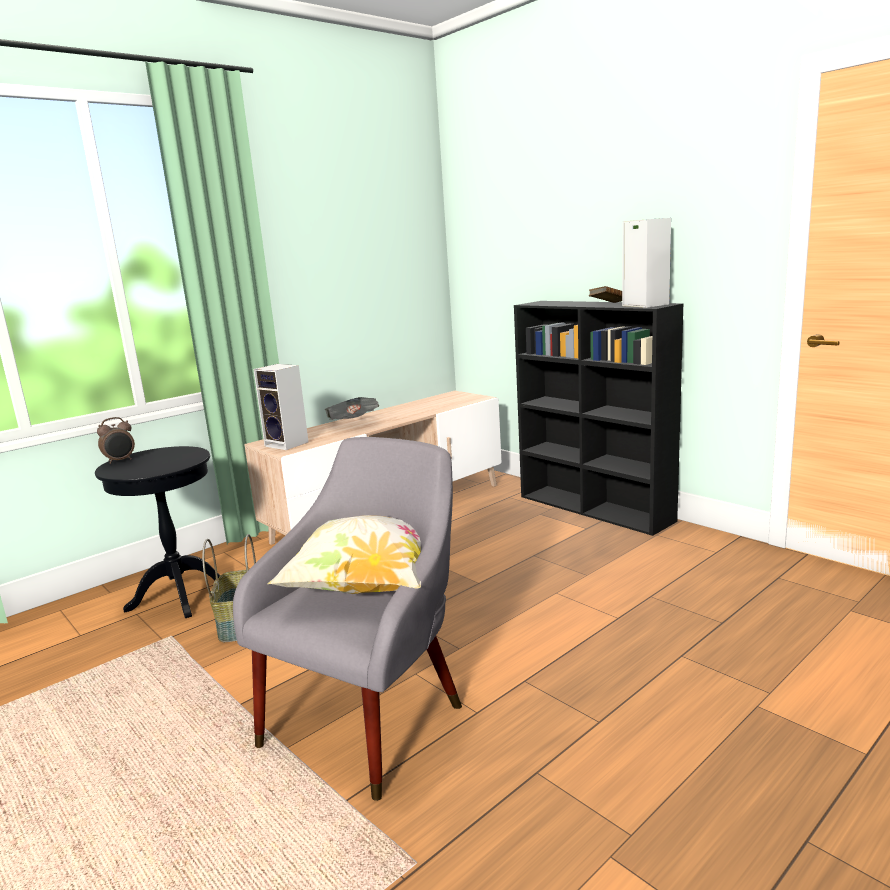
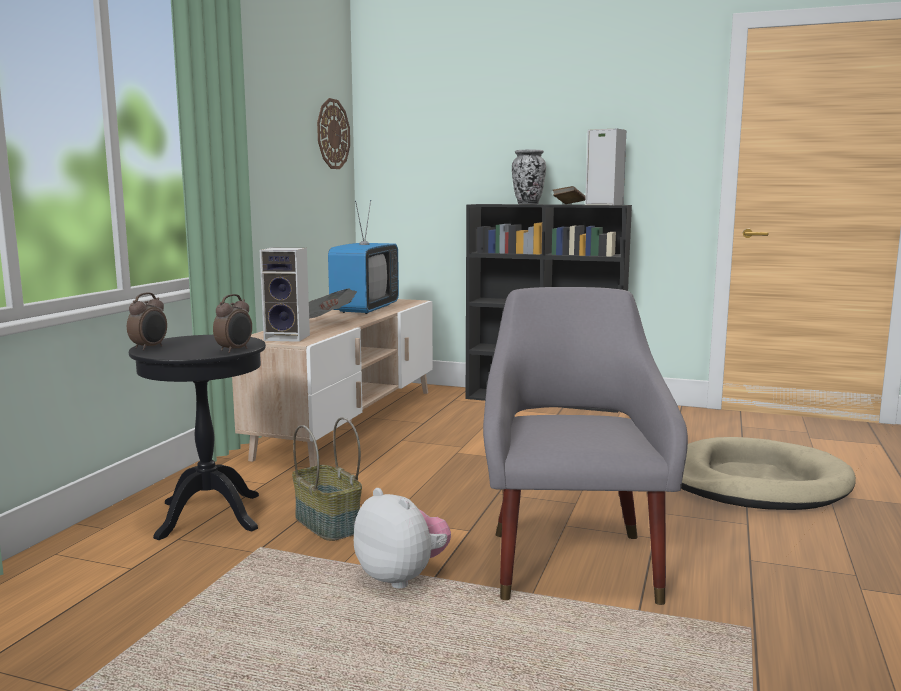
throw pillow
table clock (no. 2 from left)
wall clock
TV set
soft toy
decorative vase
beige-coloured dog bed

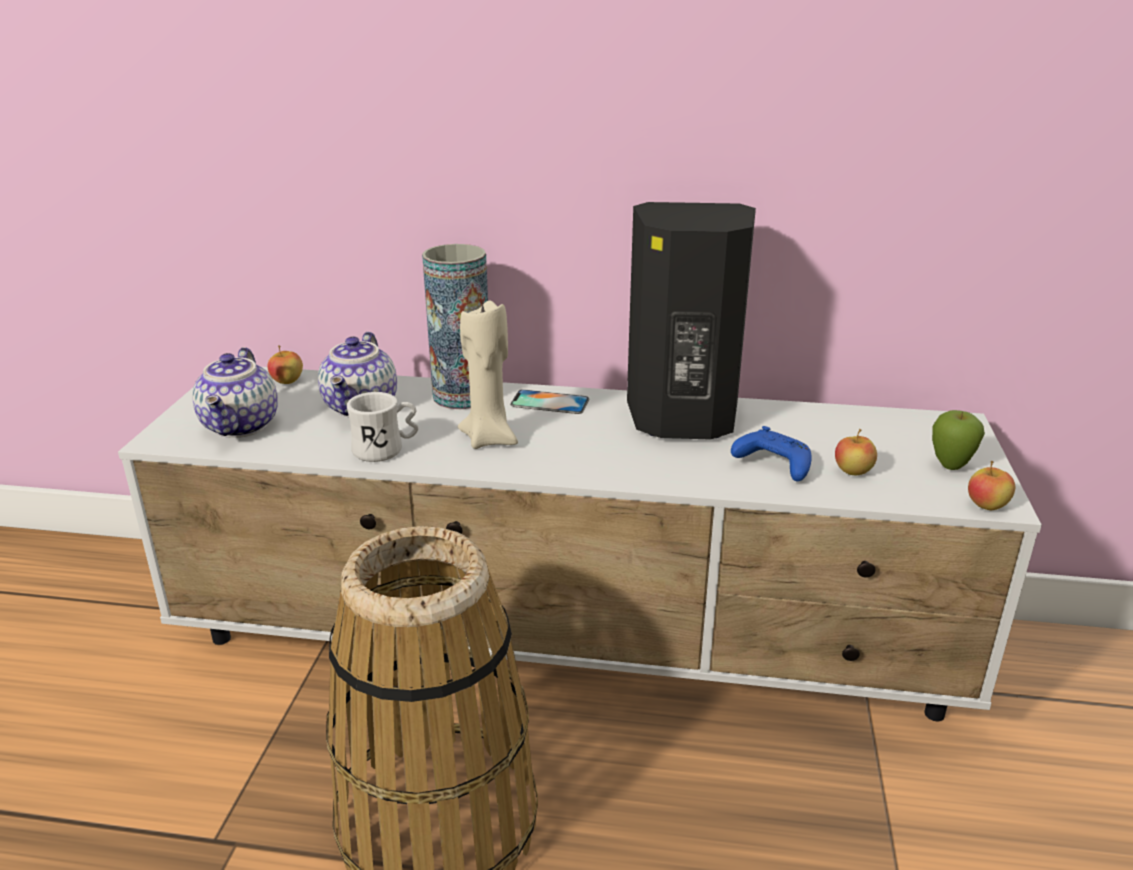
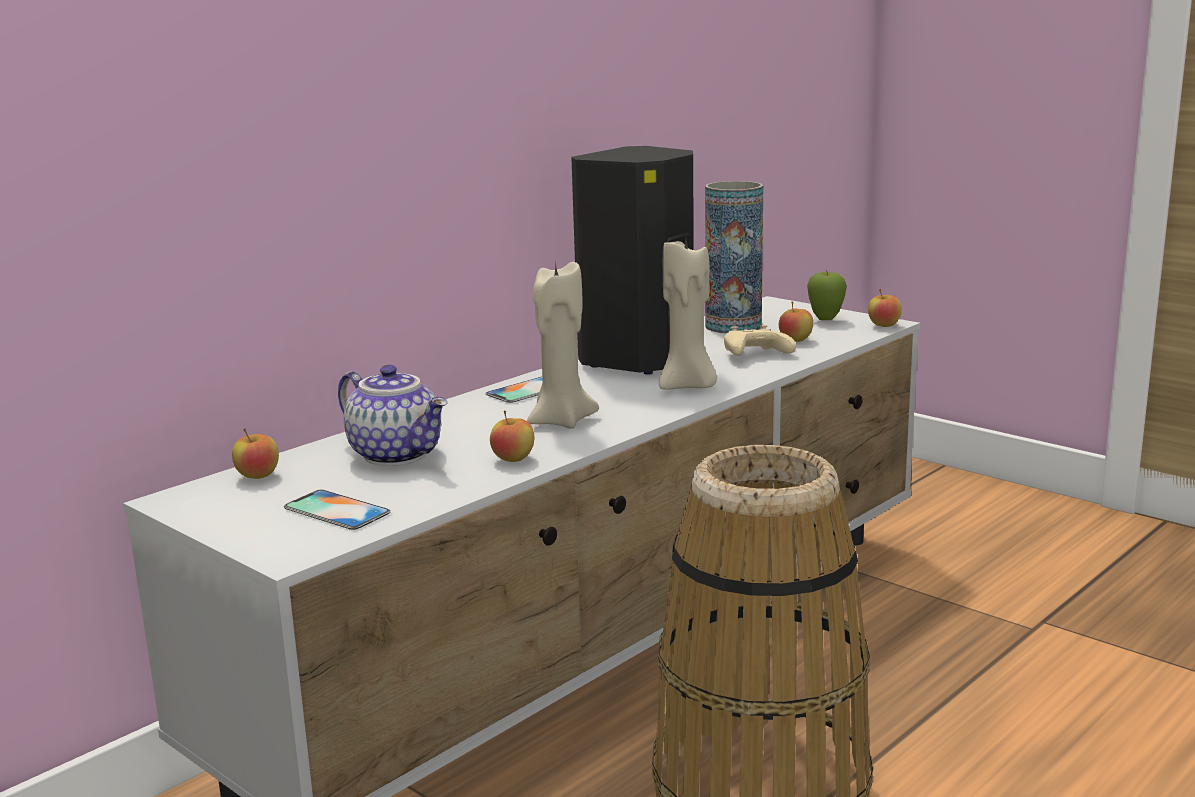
beige-coloured wax candle (no. 2 from left)
decorative vase
phone (no. 1 from left)
apple (no. 2 from left)
beige-coloured game controller

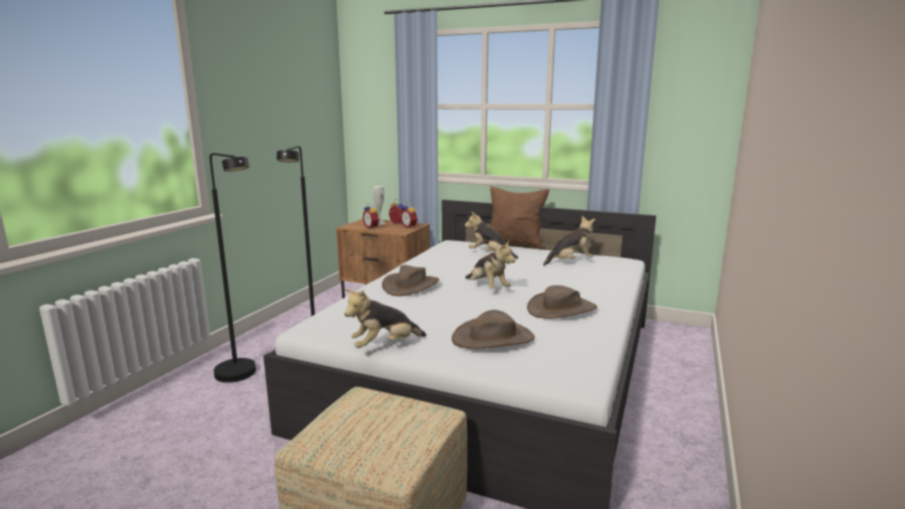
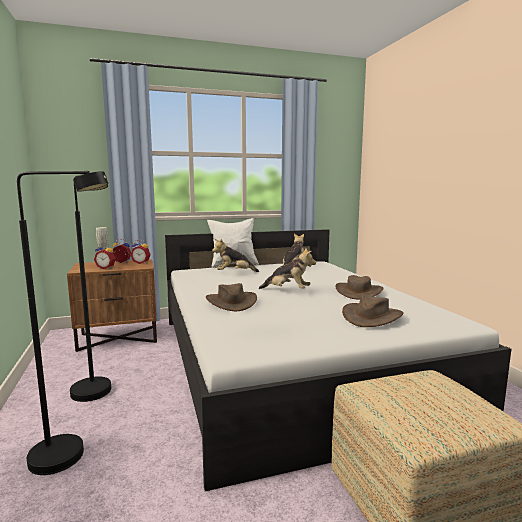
soft toy (no. 1 from left in the first image)
white throw pillow

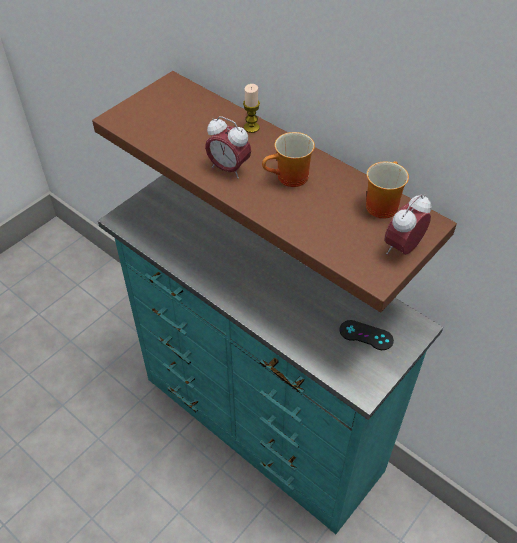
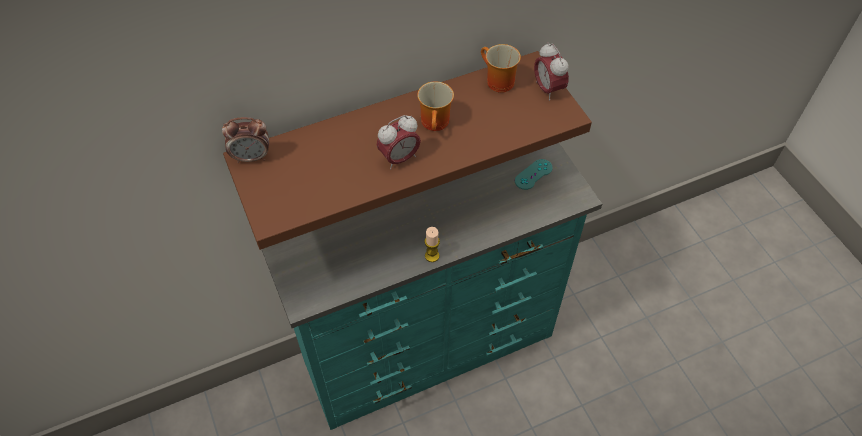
table clock (no. 1 from left)
wax candle
turquoise game controller

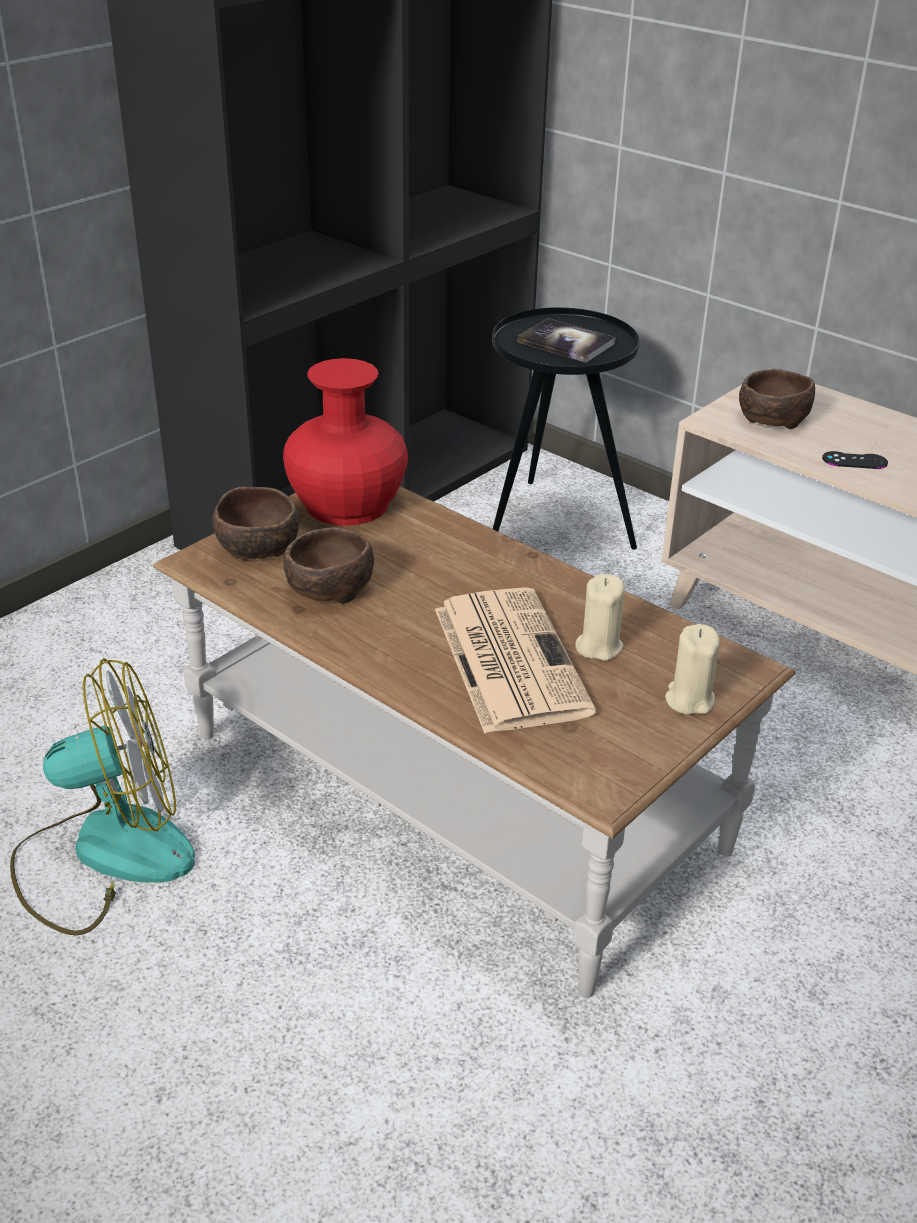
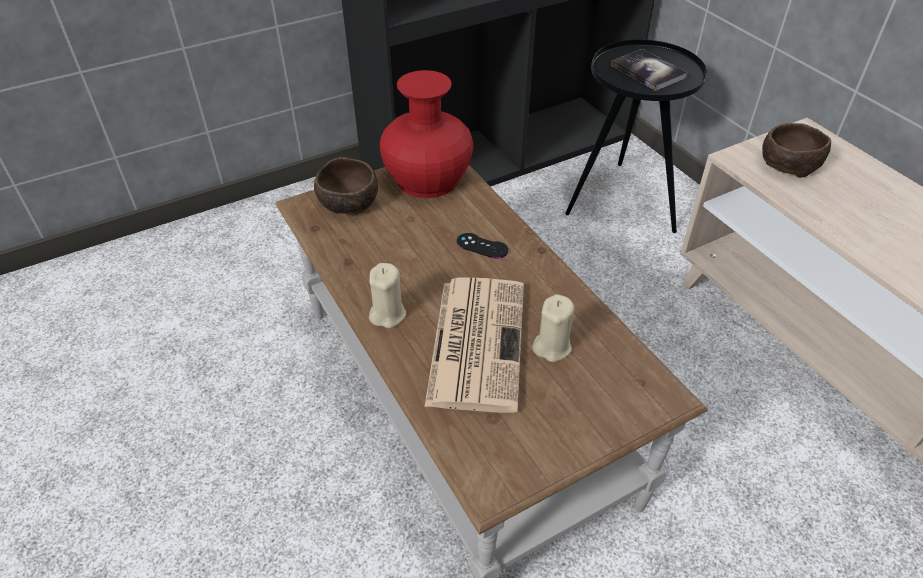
fan
brown serving bowl (no. 2 from left in the first image)
beige-coloured wax candle (no. 1 from left)
black game controller

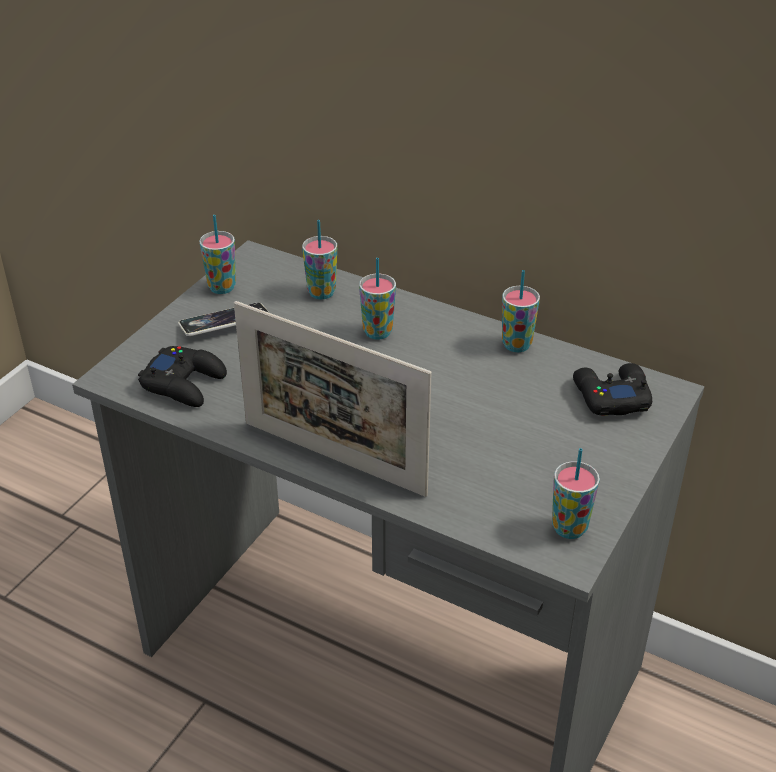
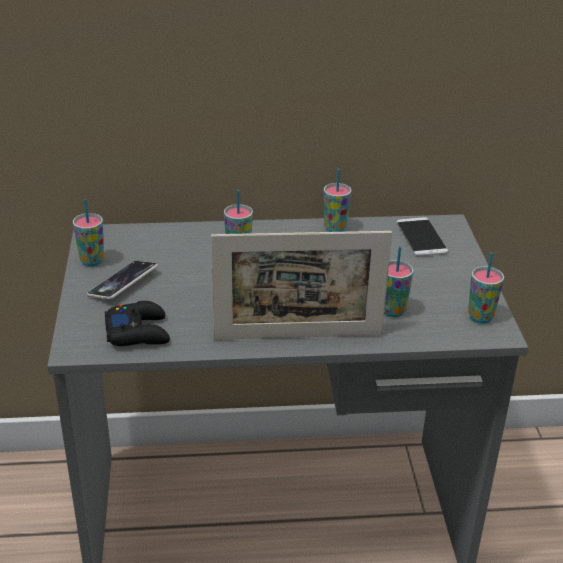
small cup (no. 4 from left)
phone (no. 2 from left)

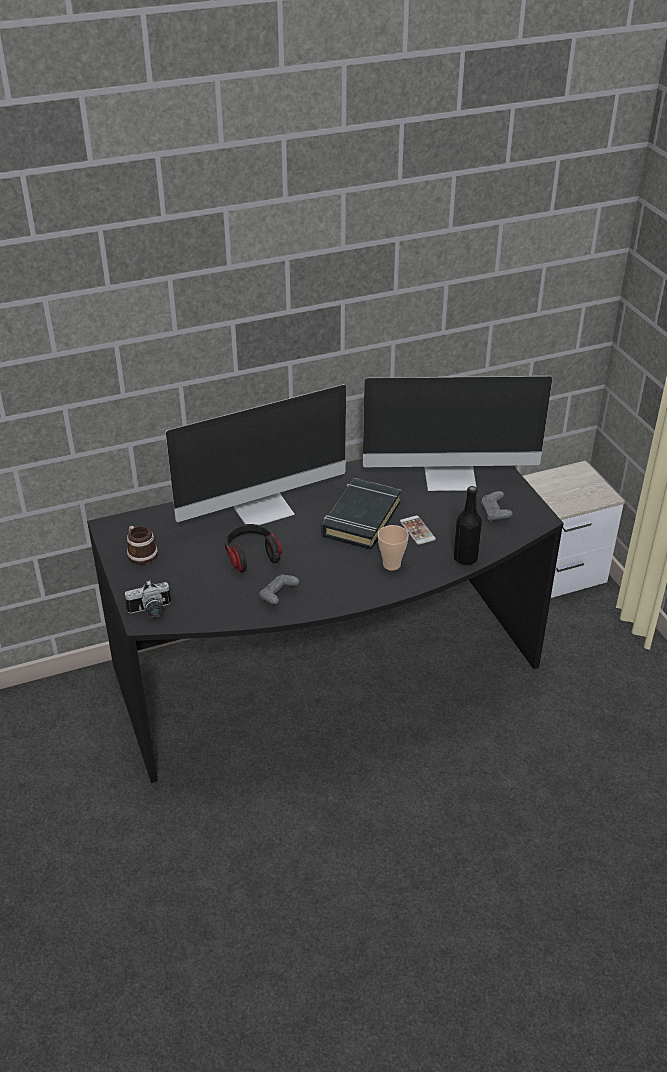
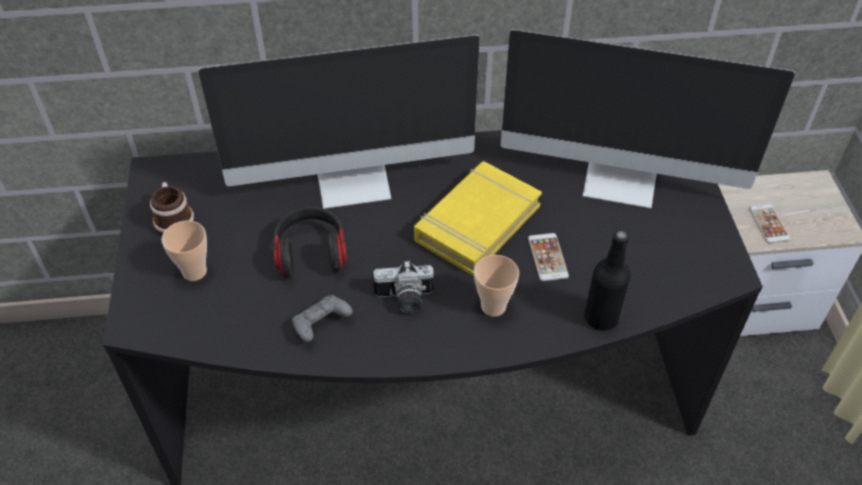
grey game controller (no. 2 from left in the first image)
small cup (no. 1 from left)
phone (no. 2 from left)
still camera
yellowish book

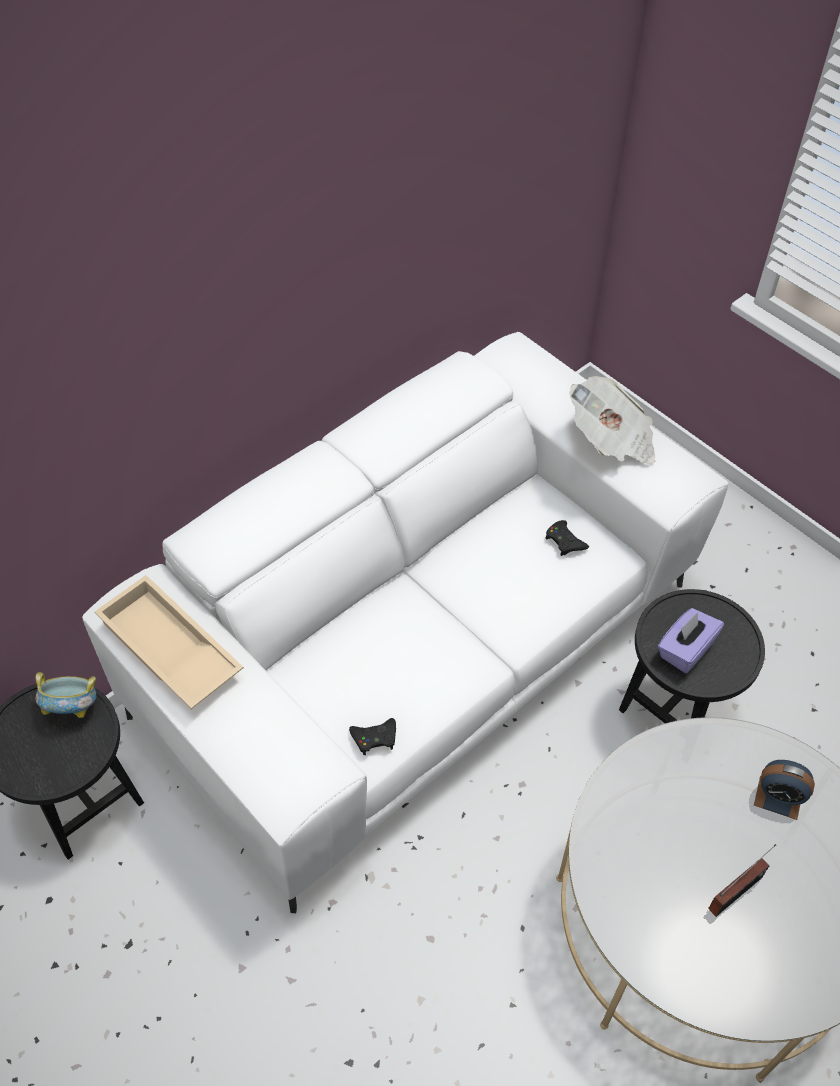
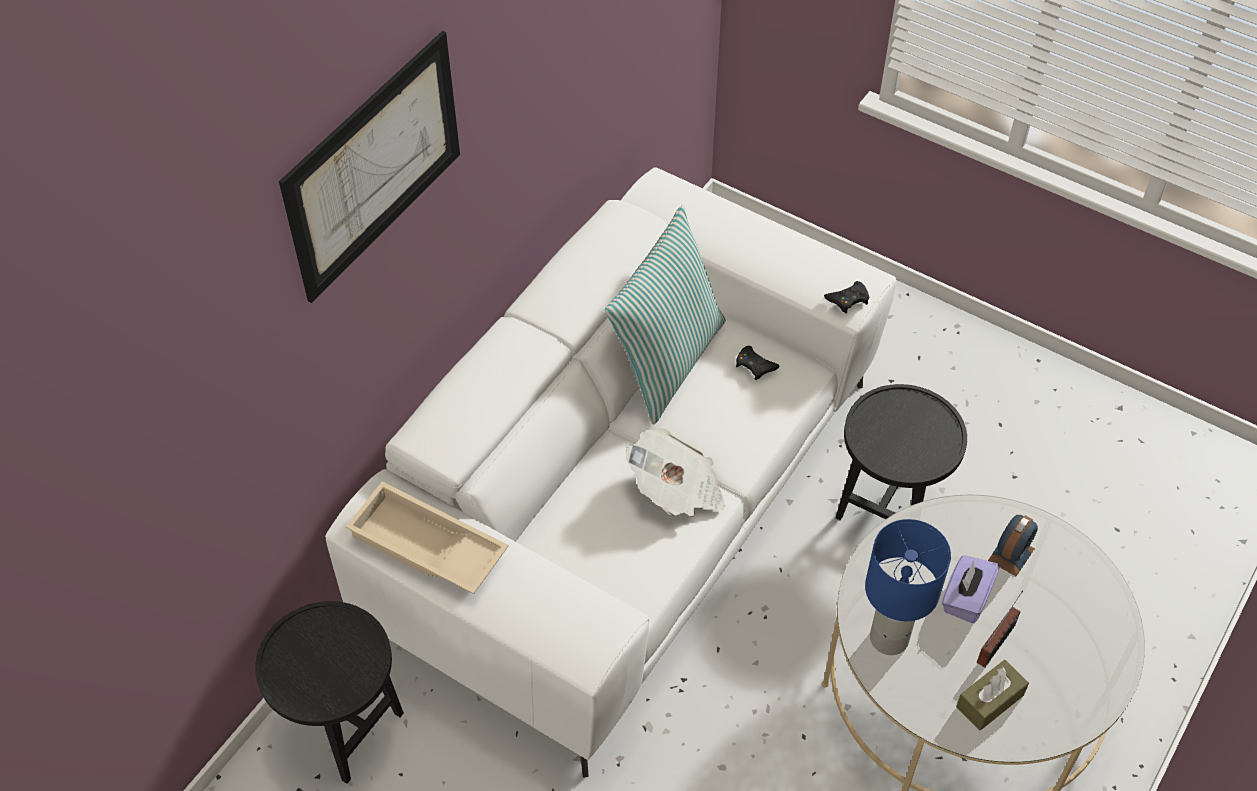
serving bowl
wall art
throw pillow
bluish tabletop lamp
brown tissue box
black game controller (no. 2 from left)
printed paper
purple tissue box
table clock

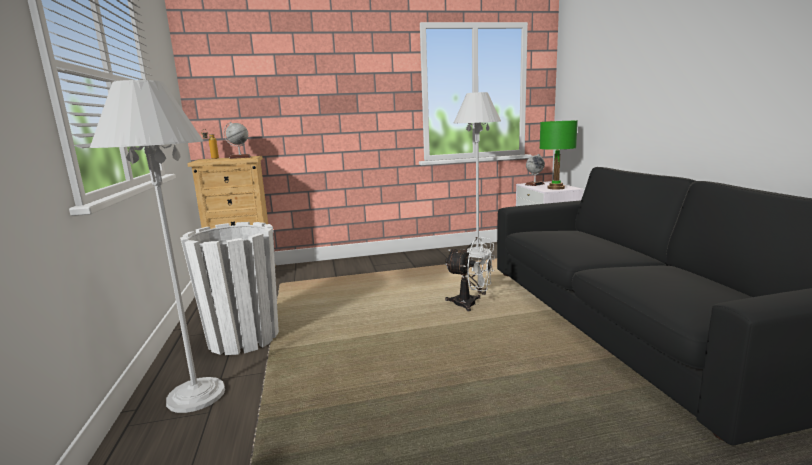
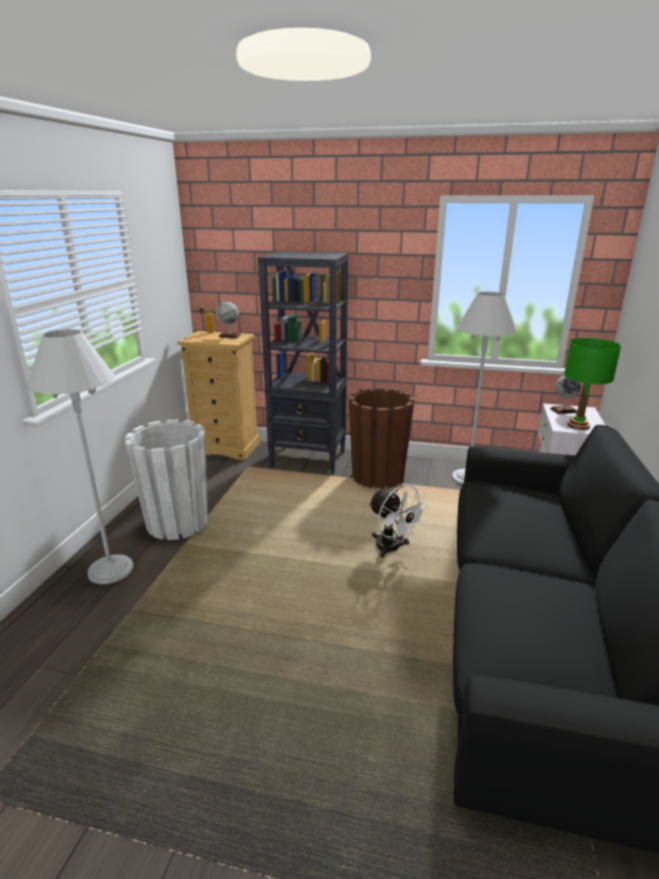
black bookcase
brown flower pot

